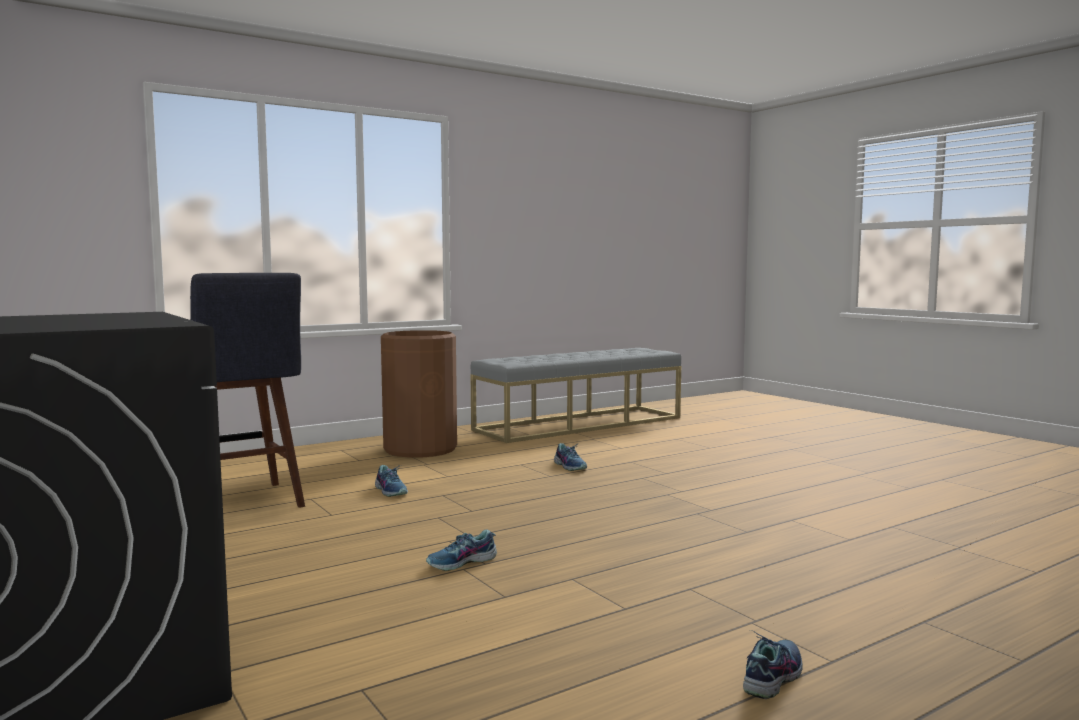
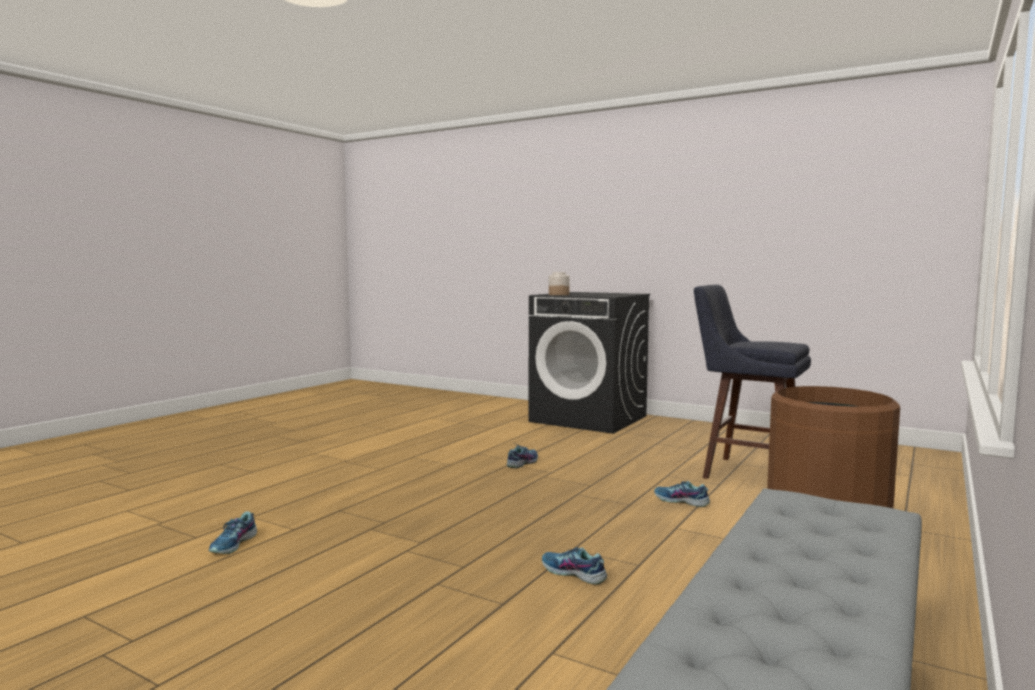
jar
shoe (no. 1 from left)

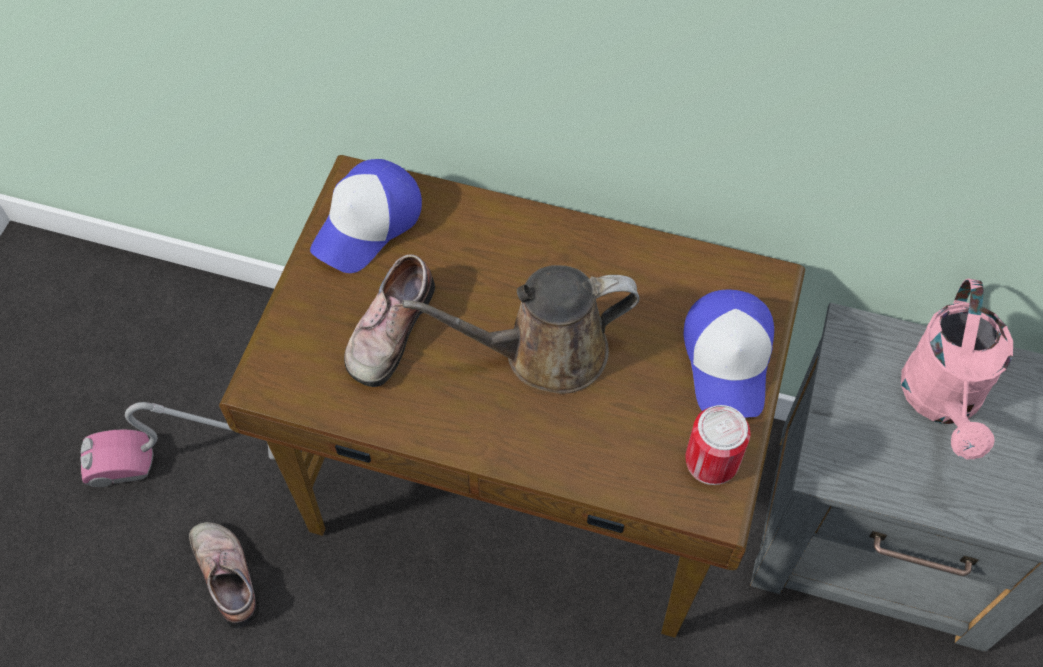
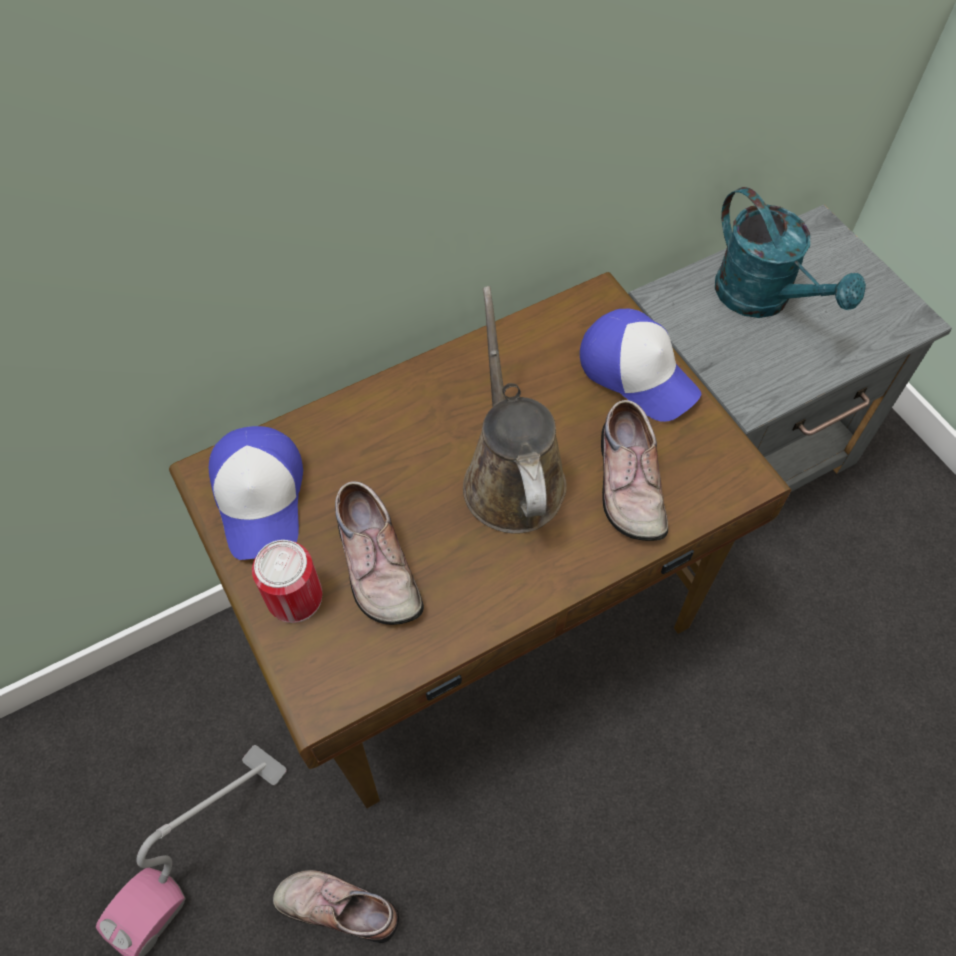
shoe (no. 3 from left)
sealed can
turquoise sprinkling can
brown sprinkling can

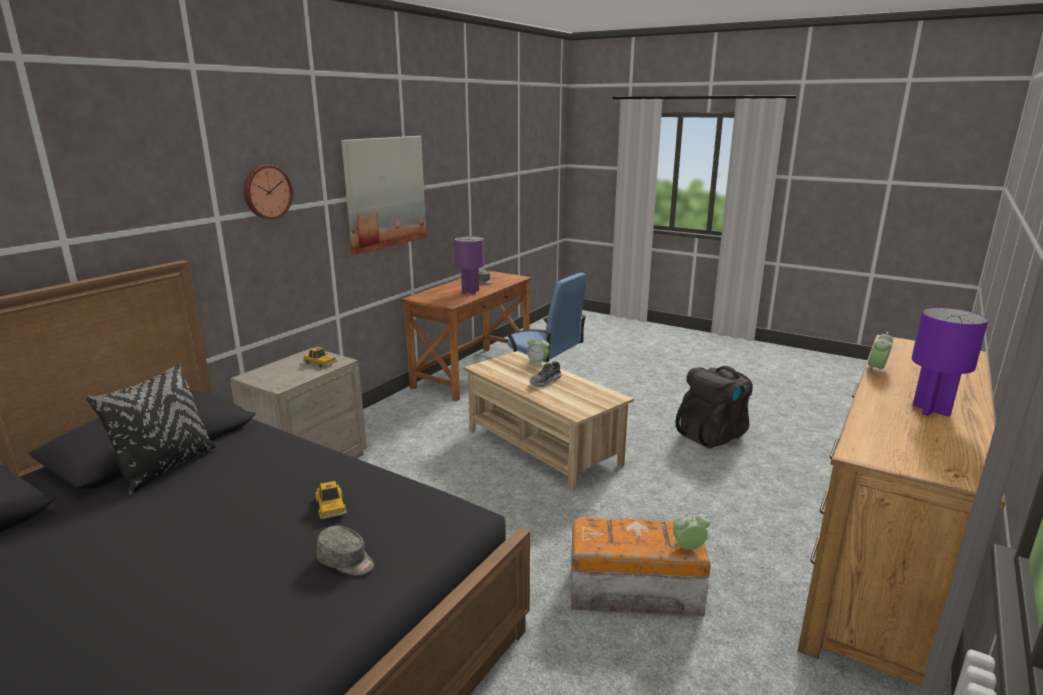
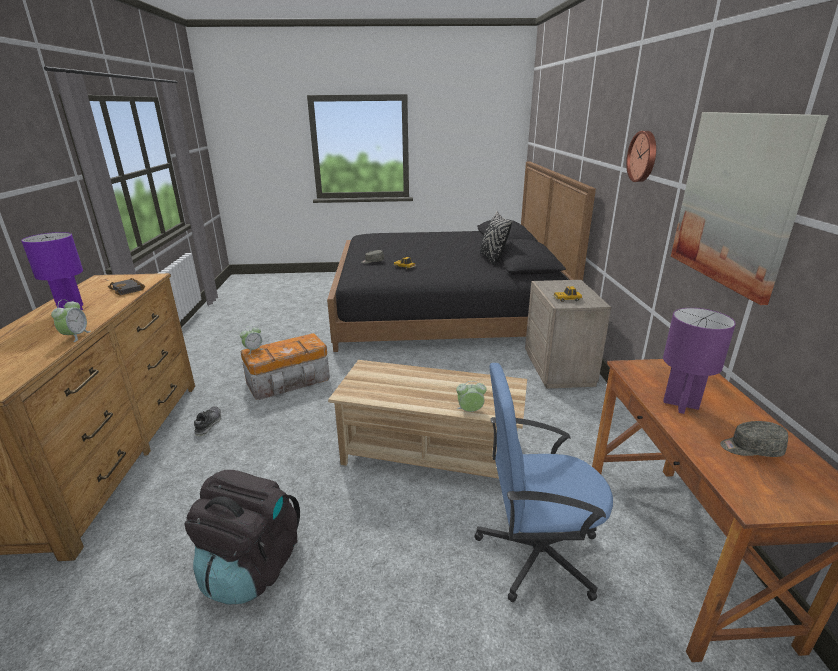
black book
shoe

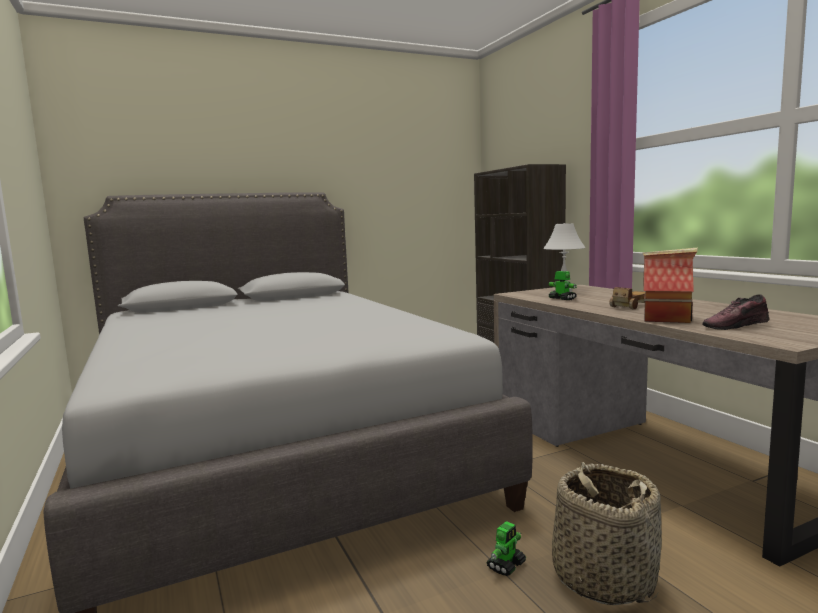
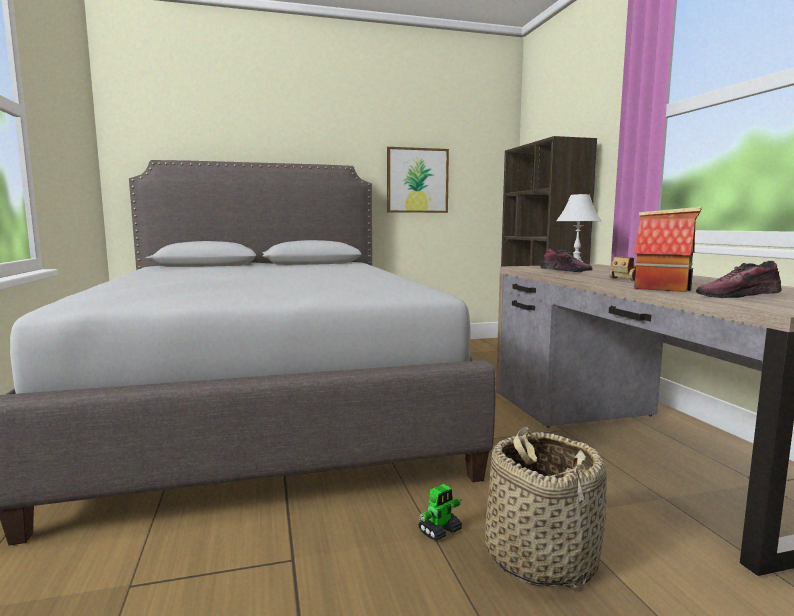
wall art
shoe (no. 1 from left)

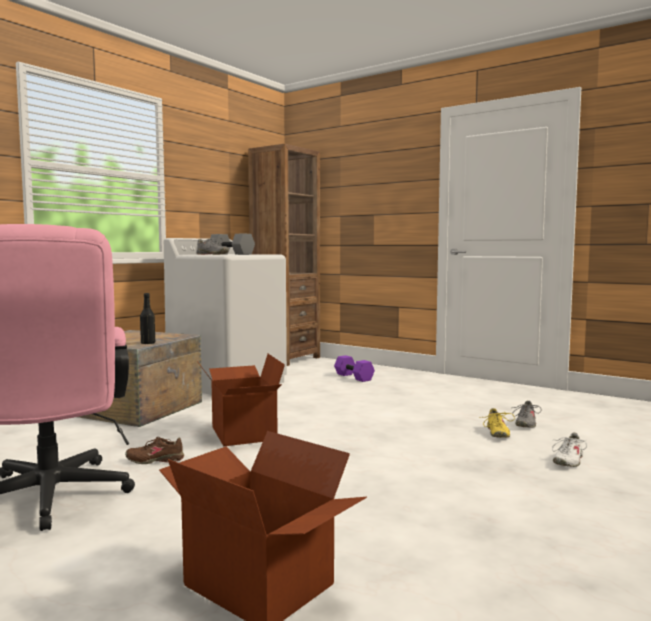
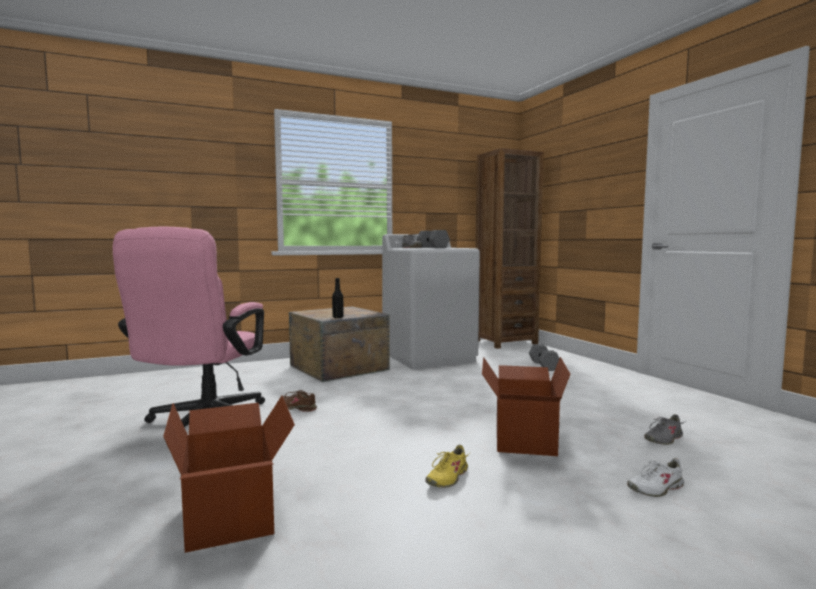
carton (no. 2 from left)
yellowish shoe
grey hand weight (no. 2 from left)

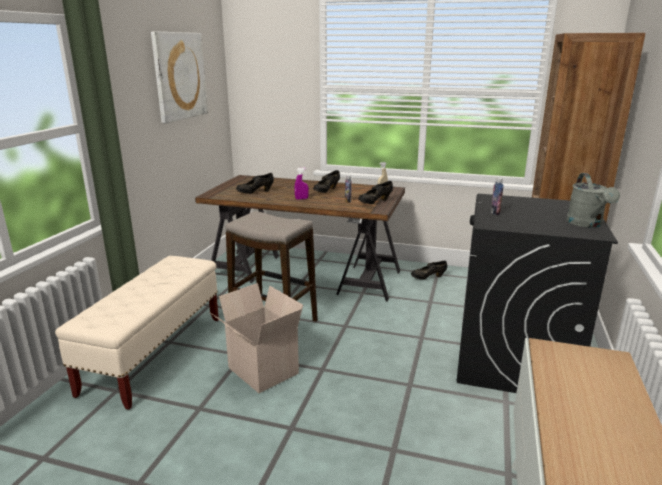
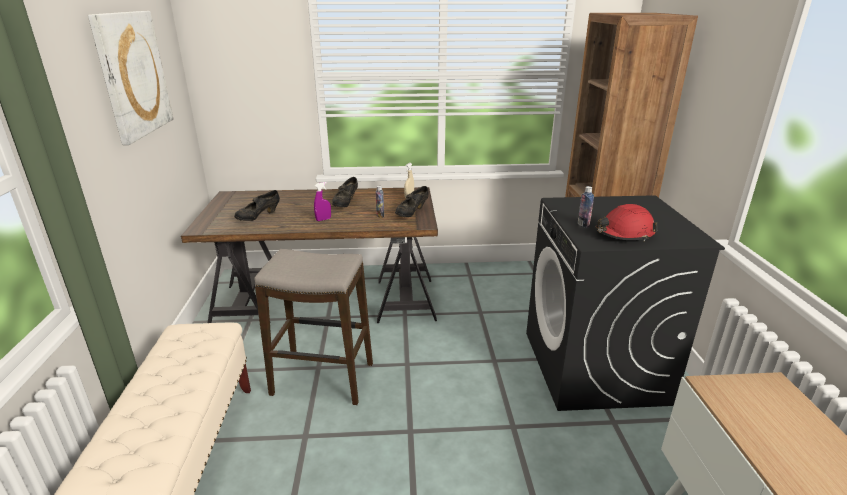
carton
black shoe (no. 4 from left in the first image)
grey sprinkling can
red-coloured hard hat

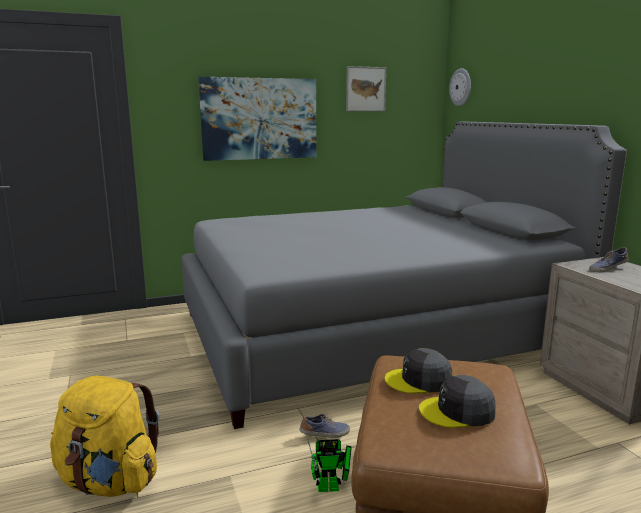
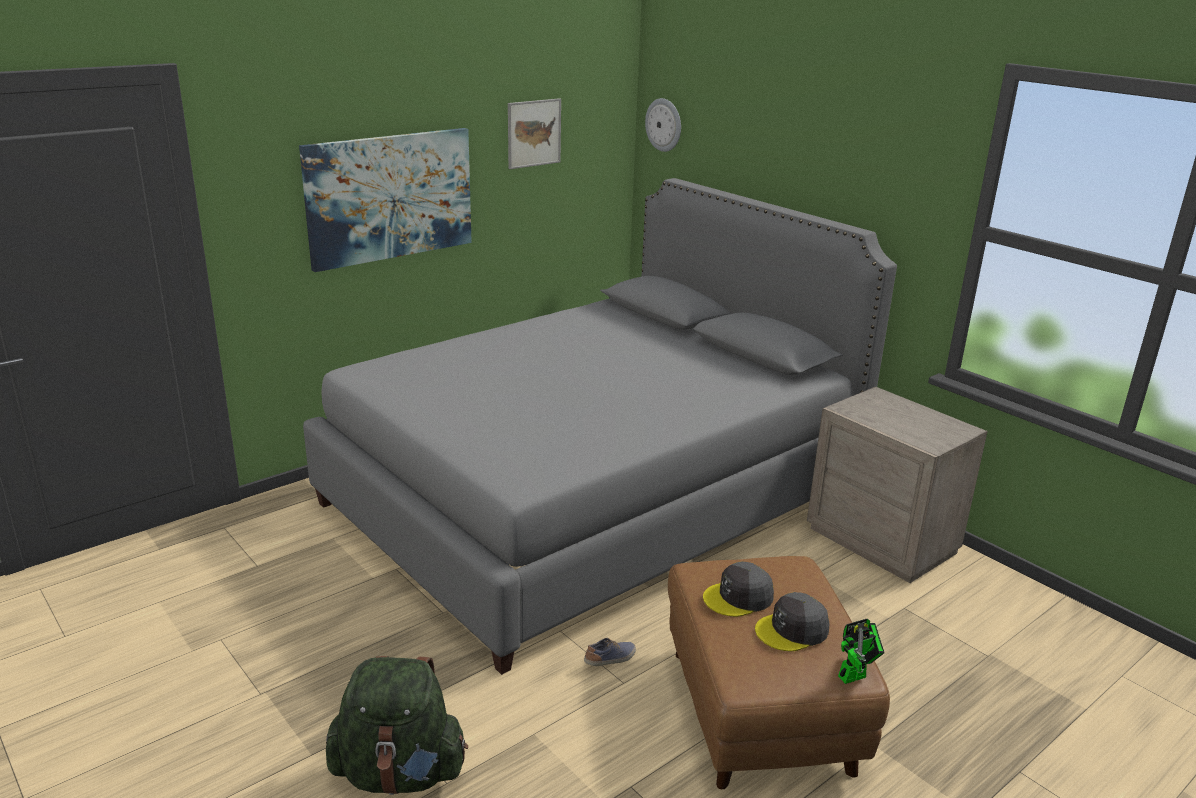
shoe (no. 2 from left in the first image)
robot figure
greenish backpack

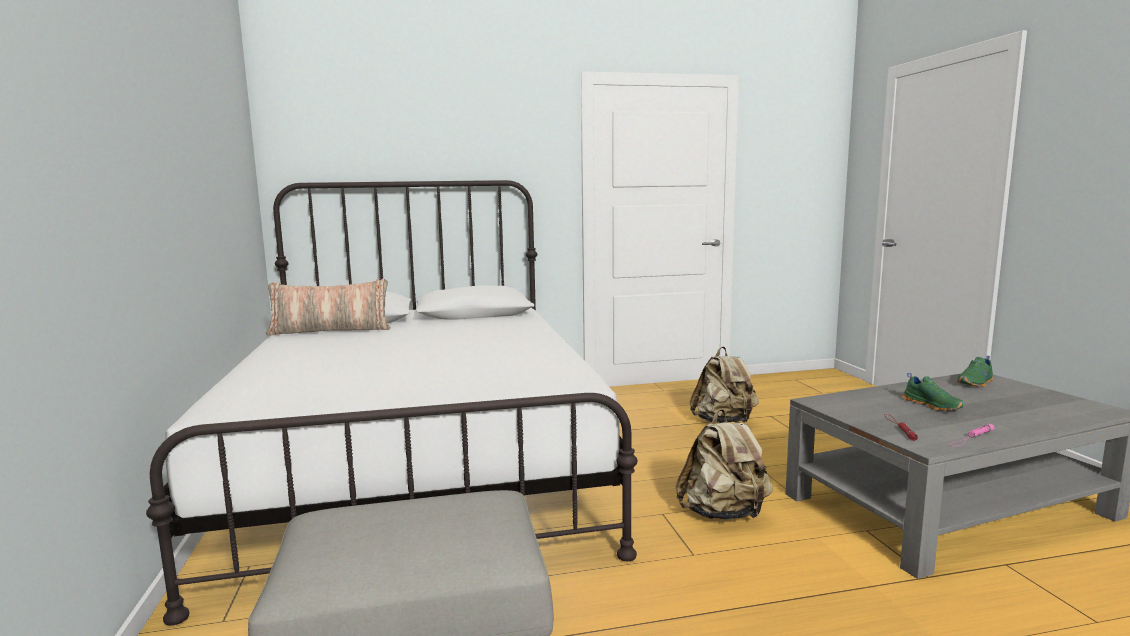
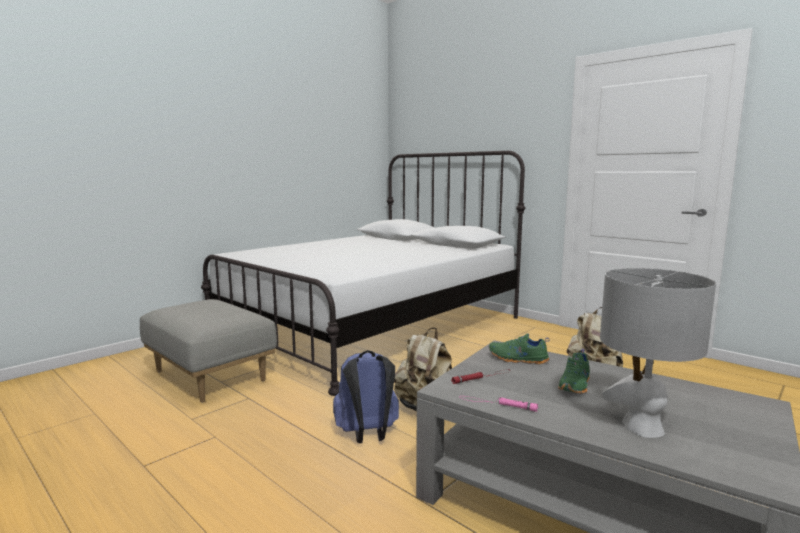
throw pillow
bluish backpack
grey tabletop lamp
greenish shoe (no. 1 from left)

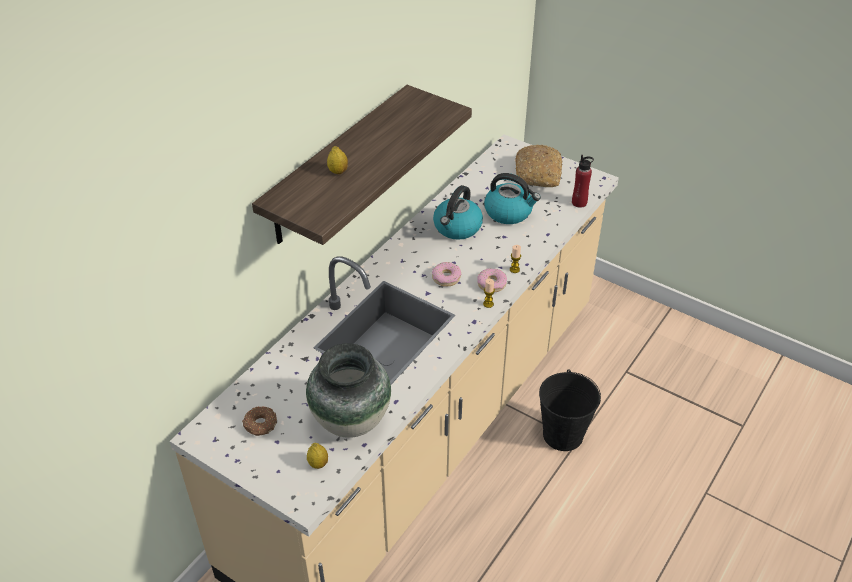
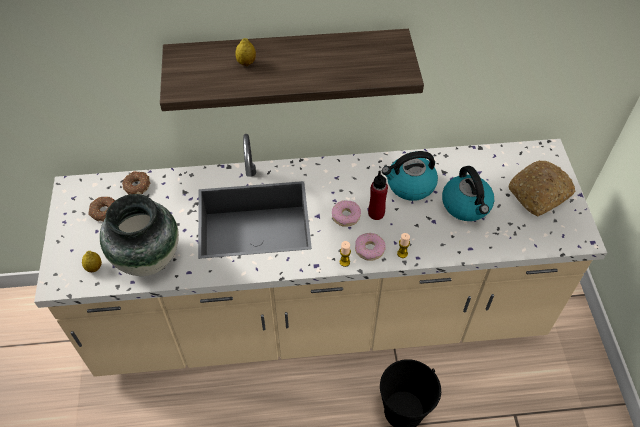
donut (no. 2 from left)
red-coloured beverage bottle

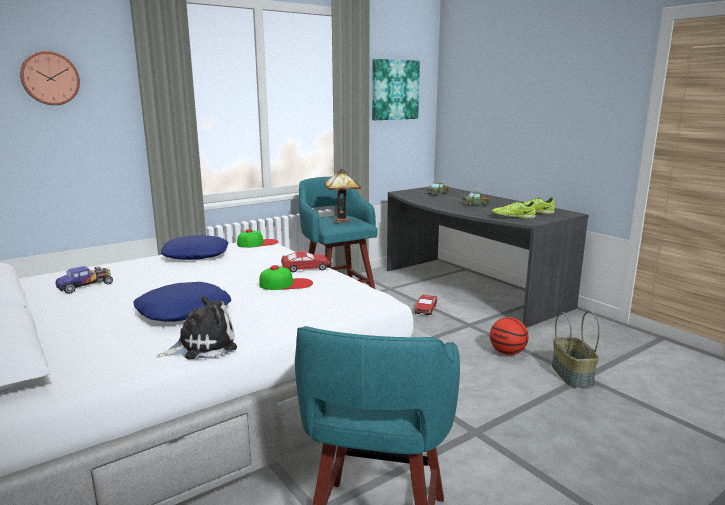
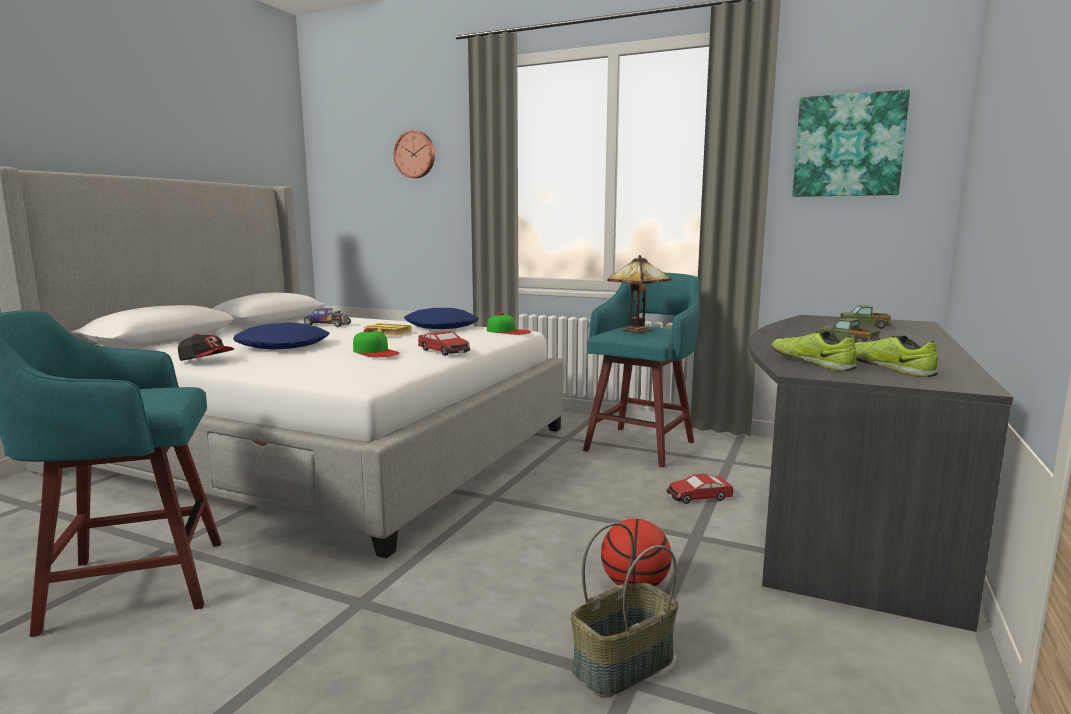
yellowish book
cap (no. 1 from left)

